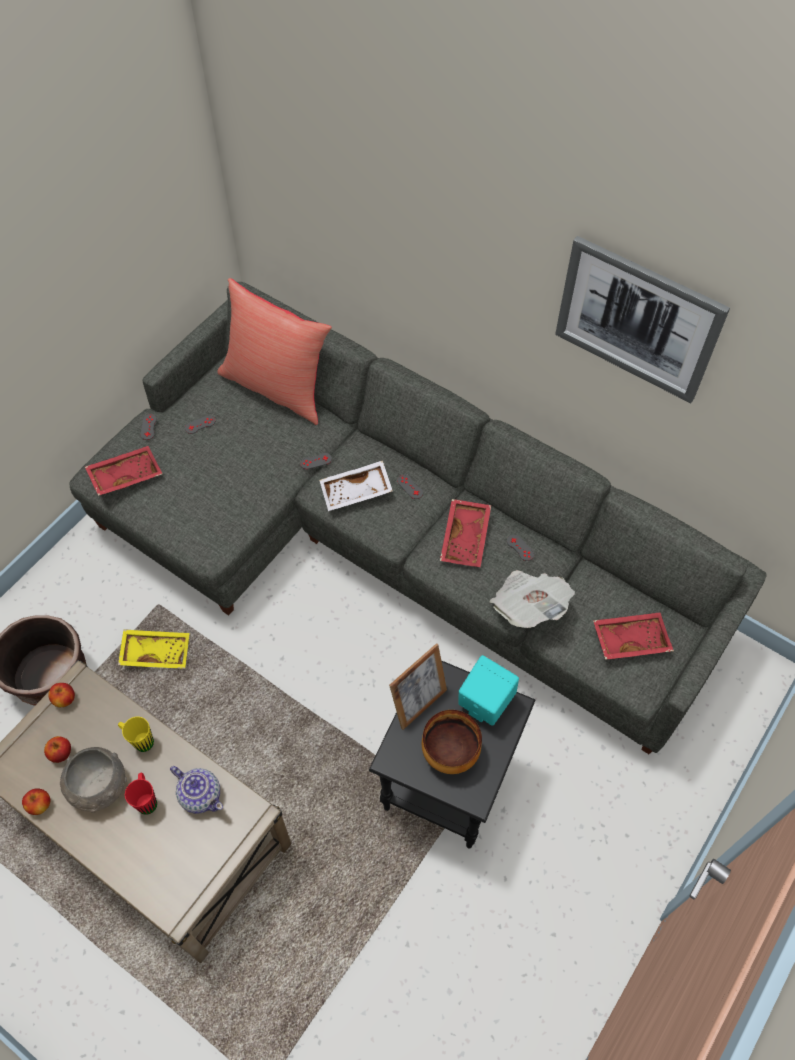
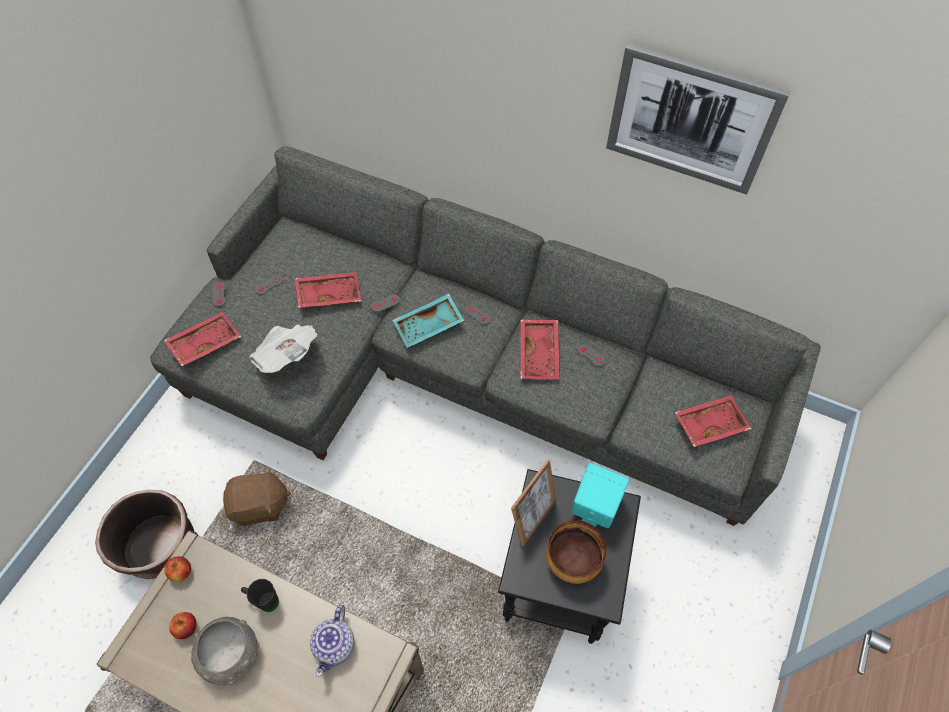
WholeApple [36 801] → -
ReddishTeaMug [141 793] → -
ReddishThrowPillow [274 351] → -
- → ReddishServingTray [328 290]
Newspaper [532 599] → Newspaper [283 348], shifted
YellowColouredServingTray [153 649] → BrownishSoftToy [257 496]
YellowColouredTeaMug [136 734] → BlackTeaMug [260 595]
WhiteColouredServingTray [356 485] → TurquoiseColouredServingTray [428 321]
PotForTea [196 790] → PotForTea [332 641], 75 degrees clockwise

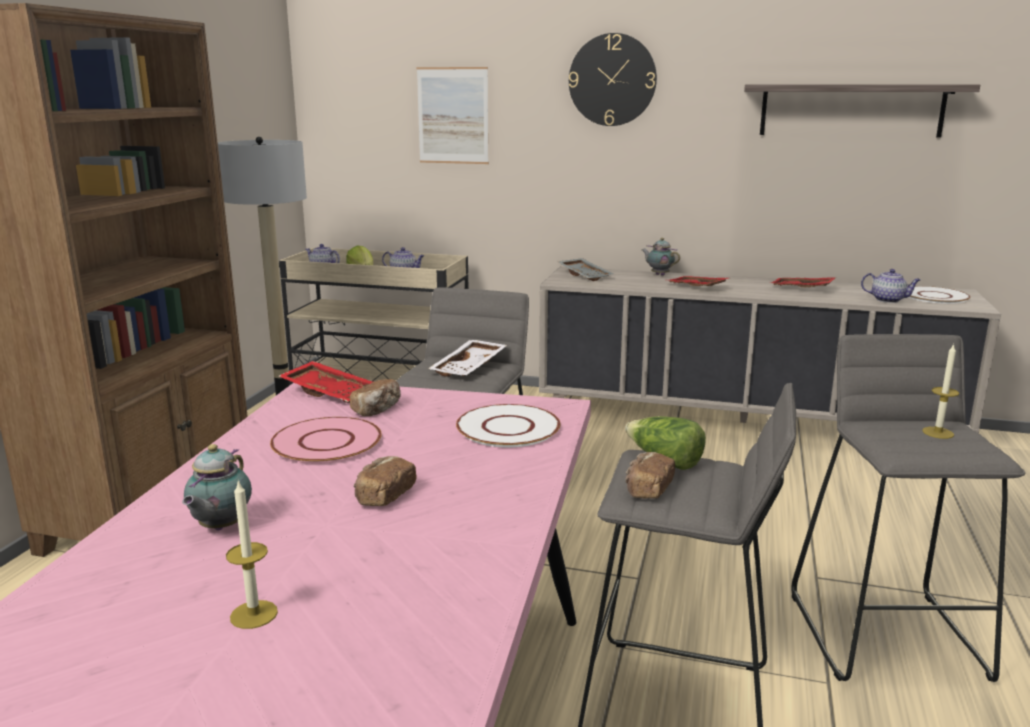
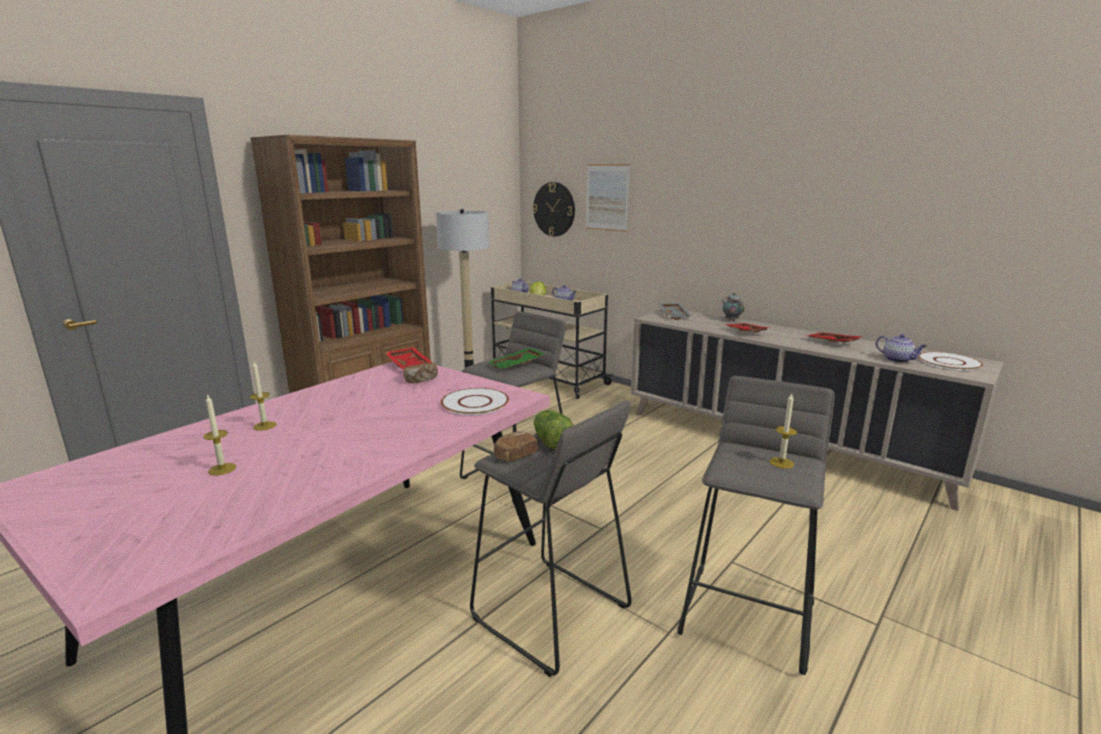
PinkPlate [326 440] → -
BakedBread [385 481] → -
BracketShelf [862 111] → -
HangingClock [613 79] → HangingClock [553 209], shifted
PotForTea [217 487] → Candle [263 396]
WhiteColouredServingTray [467 358] → GreenColouredServingTray [516 358]

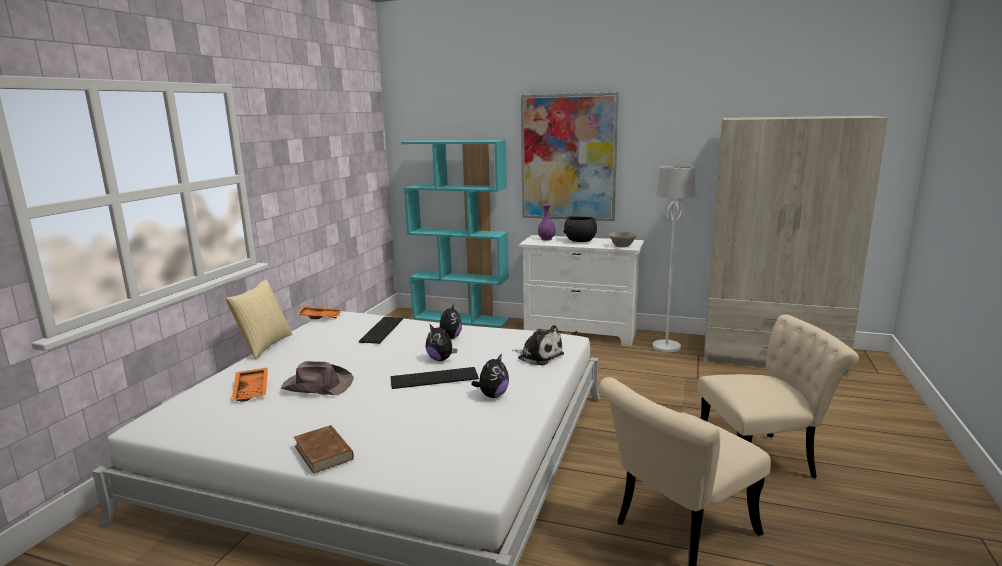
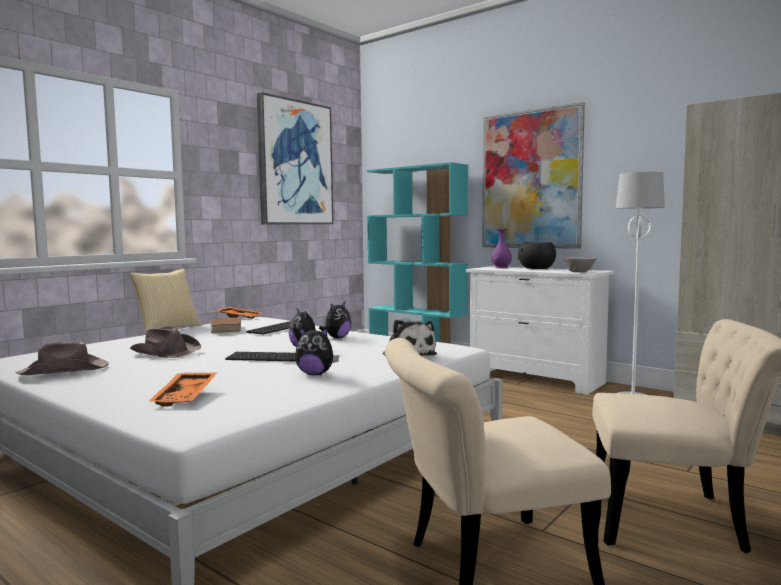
- → BrownishClothingHat [62 358]
- → Picture [295 158]
OrangeyServingTray [250 385] → OrangeyServingTray [182 390], shifted
BrownishBoundBook [324 449] → BrownishBoundBook [226 325], shifted
SoftToy [490 375] → SoftToy [317 350], 45 degrees clockwise

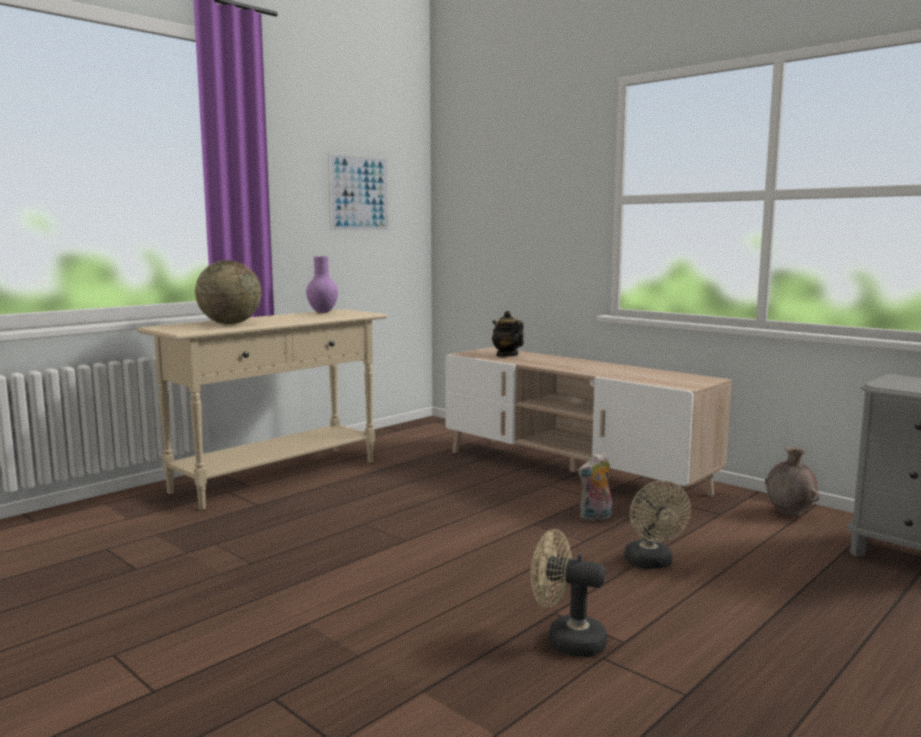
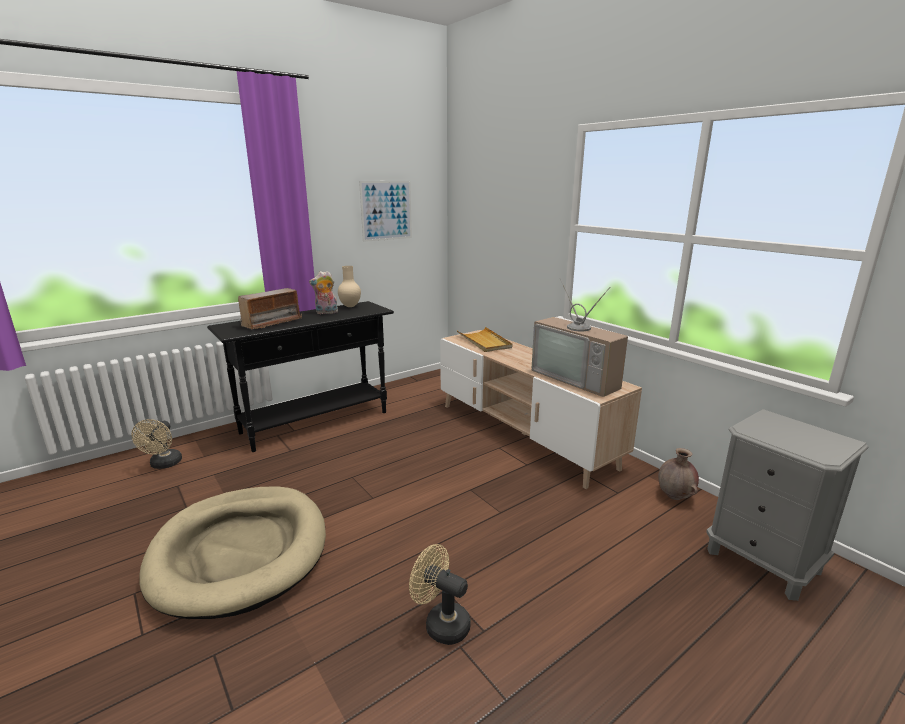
- → BeigePetBed [233 553]
- → Tv [580 337]
SoftToy [595 487] → SoftToy [324 292], shifted
BeigeFan [657 524] → BeigeFan [156 444], shifted
Globe [228 292] → Radio [270 309]
PotForTea [508 334] → BeigeServingTray [485 339]
BeigeNarrowTable [262 409] → BlackNarrowTable [300 376]
PurpleVase [322 285] → BeigeVase [349 286]

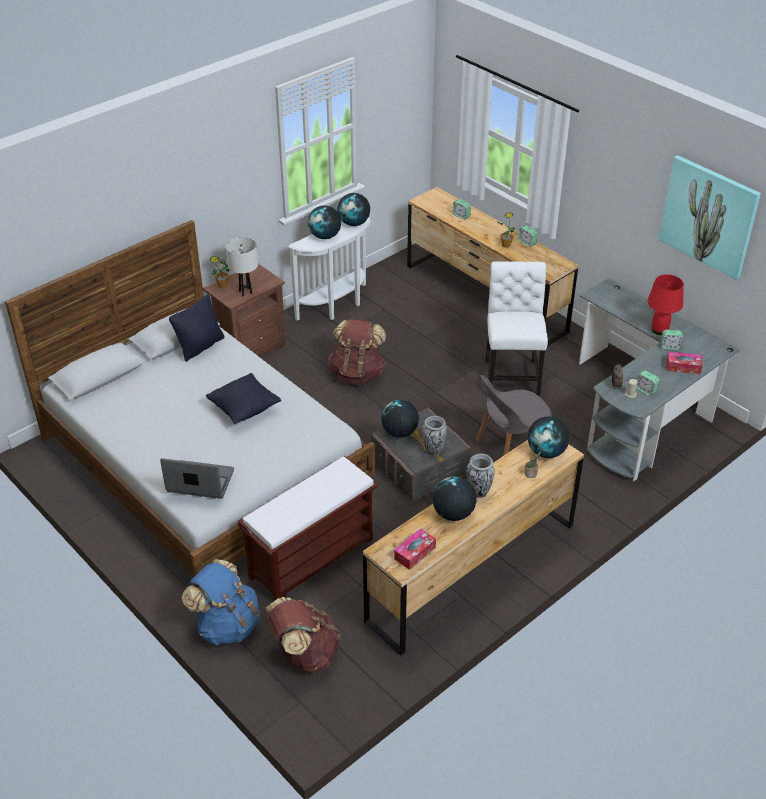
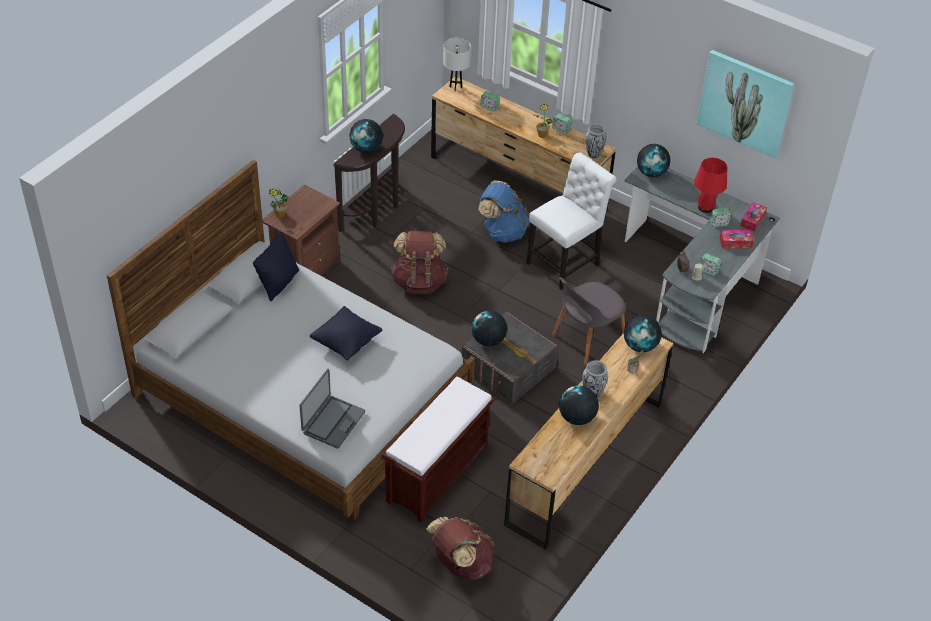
BlueKnapsack [221 602] → BlueKnapsack [504 212], shifted
WhiteColouredTableLamp [242 267] → WhiteColouredTableLamp [457 65], shifted
Globe [353 209] → Globe [653 160], shifted
BoxOfTissues [415 549] → BoxOfTissues [753 217], shifted
Vase [434 435] → Vase [596 141], shifted
WhiteColouredNarrowTable [329 268] → BrownishNarrowTable [369 173]
PortableComputer [197 478] → PortableComputer [332 409], 120 degrees clockwise
WhiteColouredUprightChair [517 329] → WhiteColouredUprightChair [571 221], 60 degrees clockwise

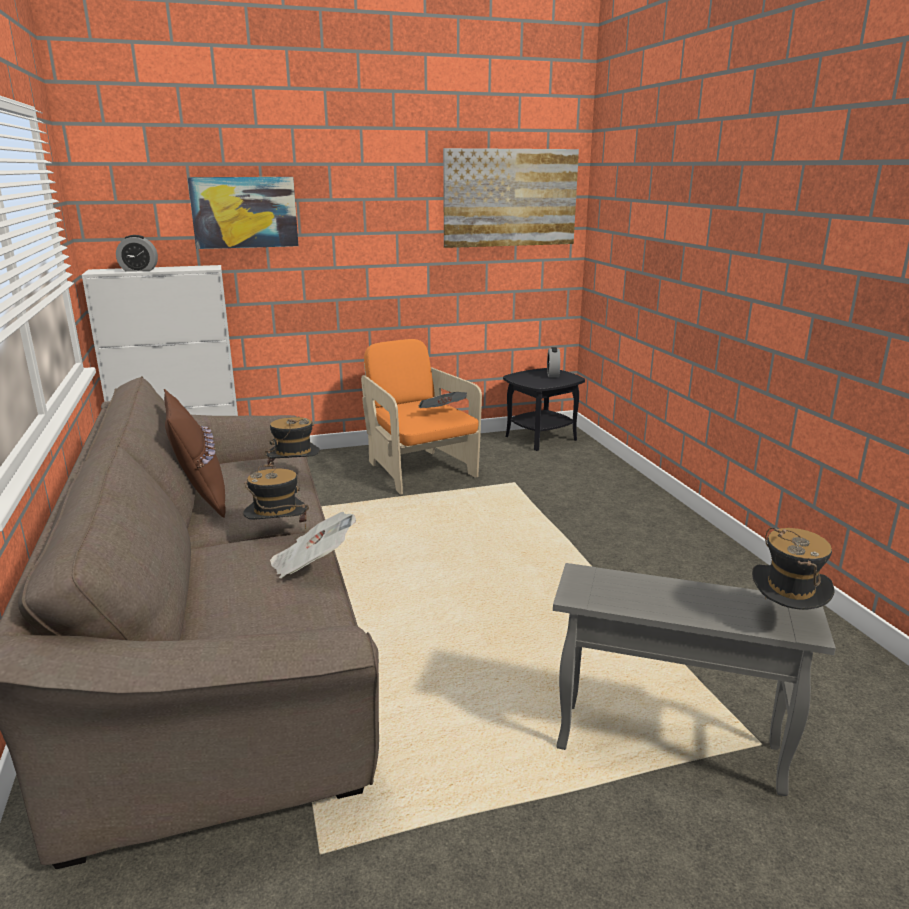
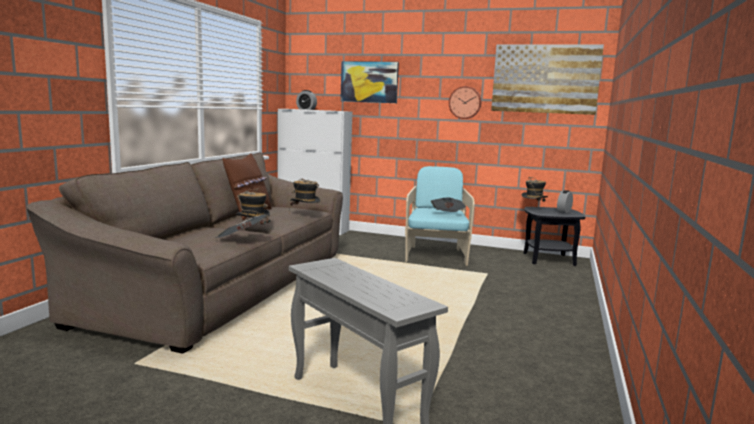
- → HangingClock [465 102]
ClothingHat [793 569] → ClothingHat [534 192], shifted
OrangeyLoungeChair [421 417] → TurquoiseColouredLoungeChair [440 216]

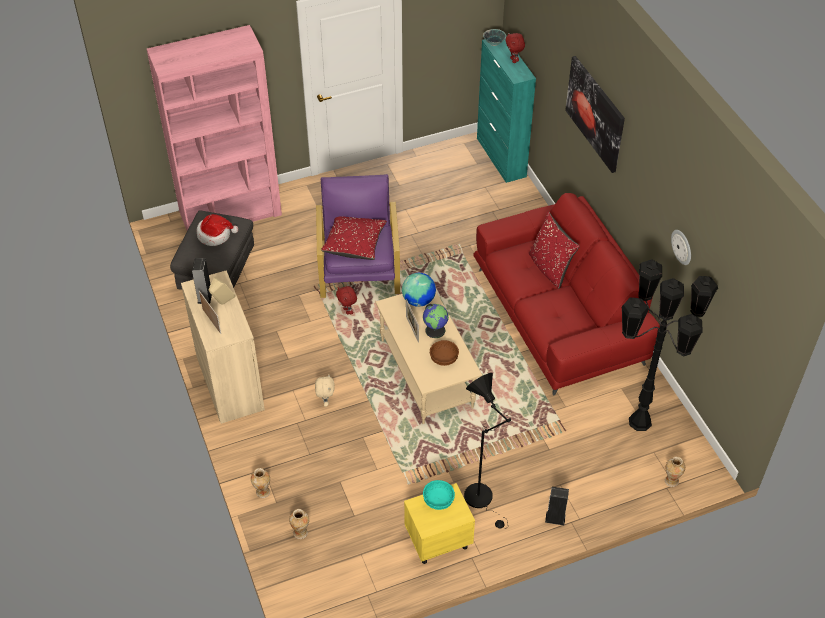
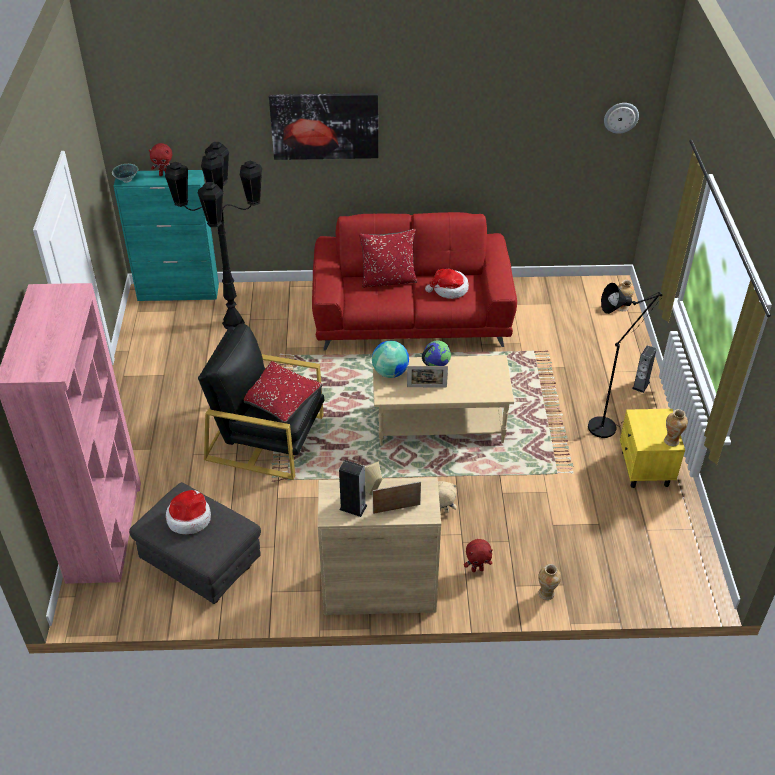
TurquoiseColouredServingBowl [439 495] → -
BrownishServingBowl [444 353] → -
- → ClothingHat [447 284]
Vase [299 524] → Vase [676 427], shifted
ReddishSoftToy [346 300] → ReddishSoftToy [478 555], shifted
BlackFloorLamp [669 345] → BlackFloorLamp [213 235], shifted
HangingClock [681 247] → HangingClock [621 118], shifted
PurpleLoungeChair [358 236] → BlackLoungeChair [261 402]

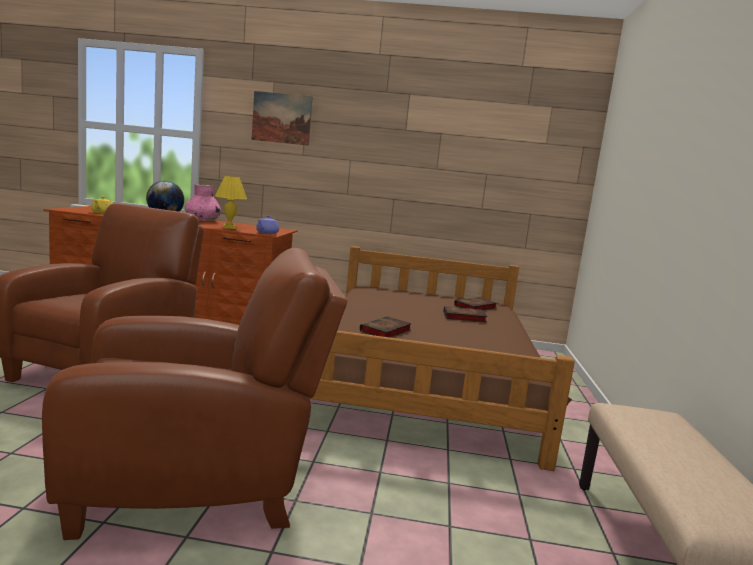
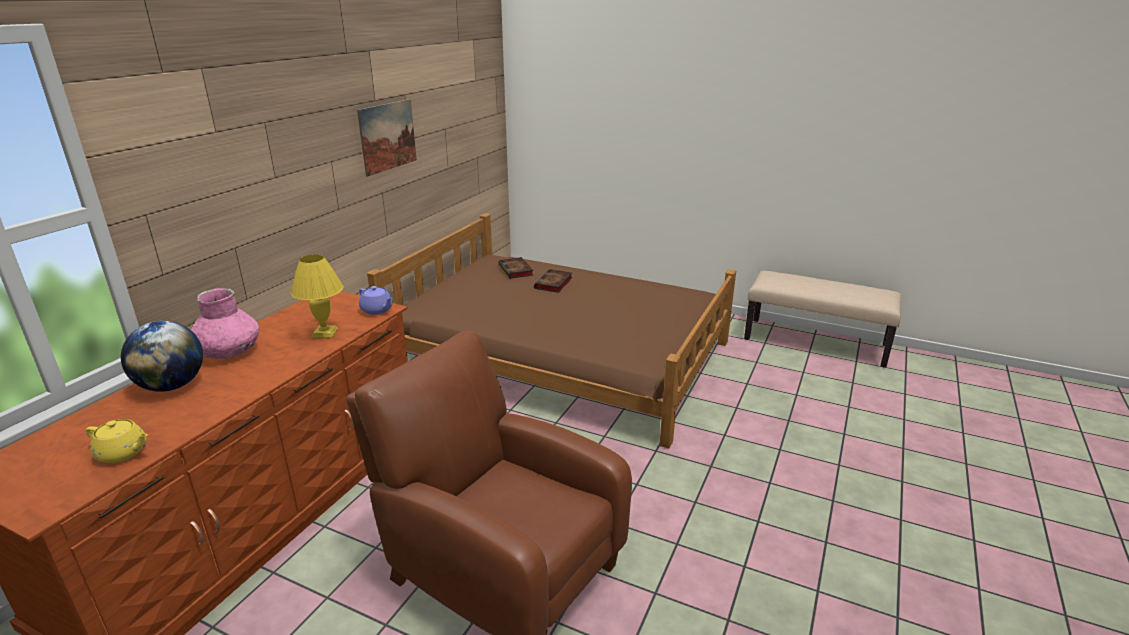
BrownishLoungeChair [194 394] → -
BoundBook [386 327] → -
Picture [282 118] → Picture [387 138], shifted

